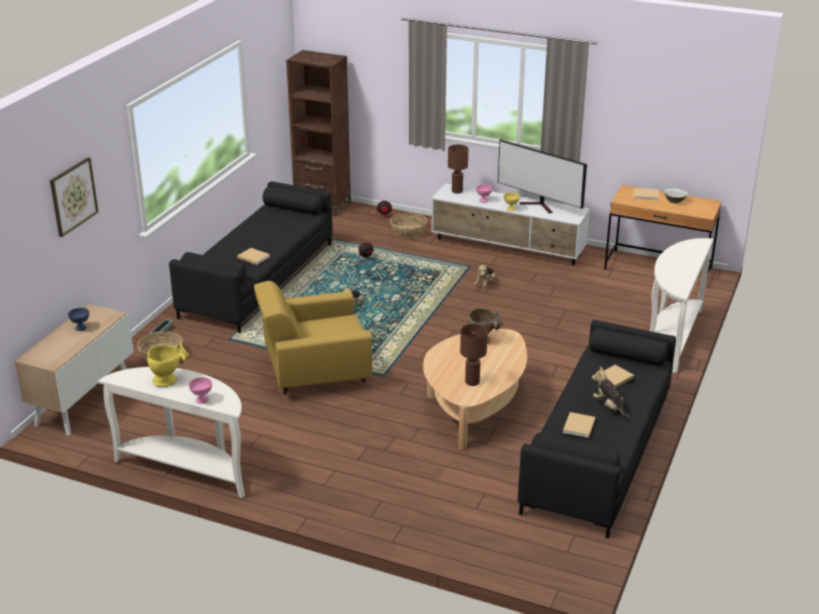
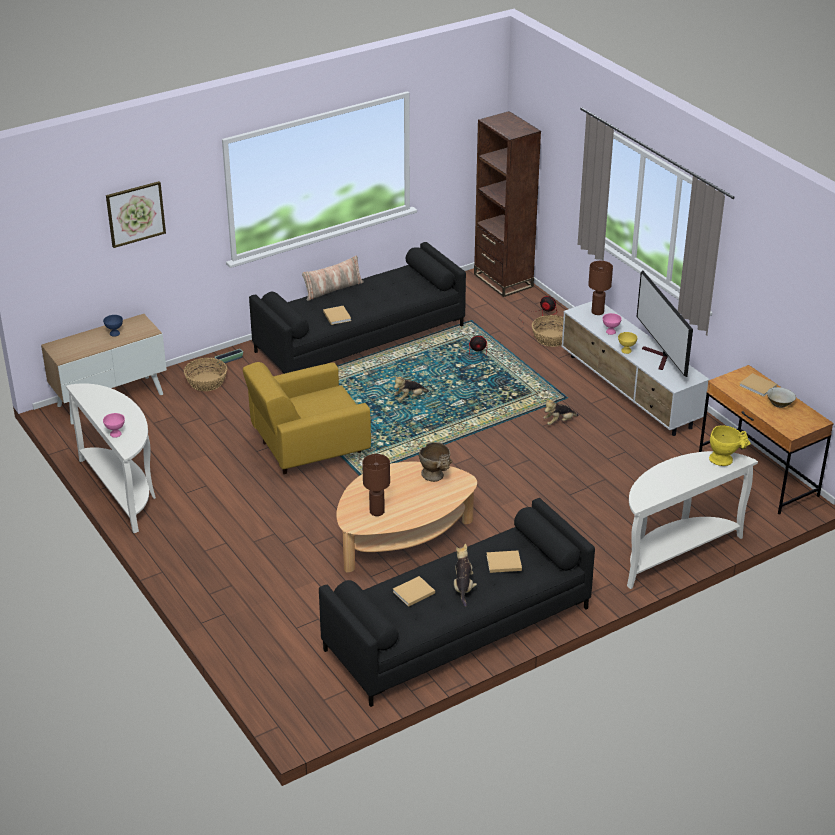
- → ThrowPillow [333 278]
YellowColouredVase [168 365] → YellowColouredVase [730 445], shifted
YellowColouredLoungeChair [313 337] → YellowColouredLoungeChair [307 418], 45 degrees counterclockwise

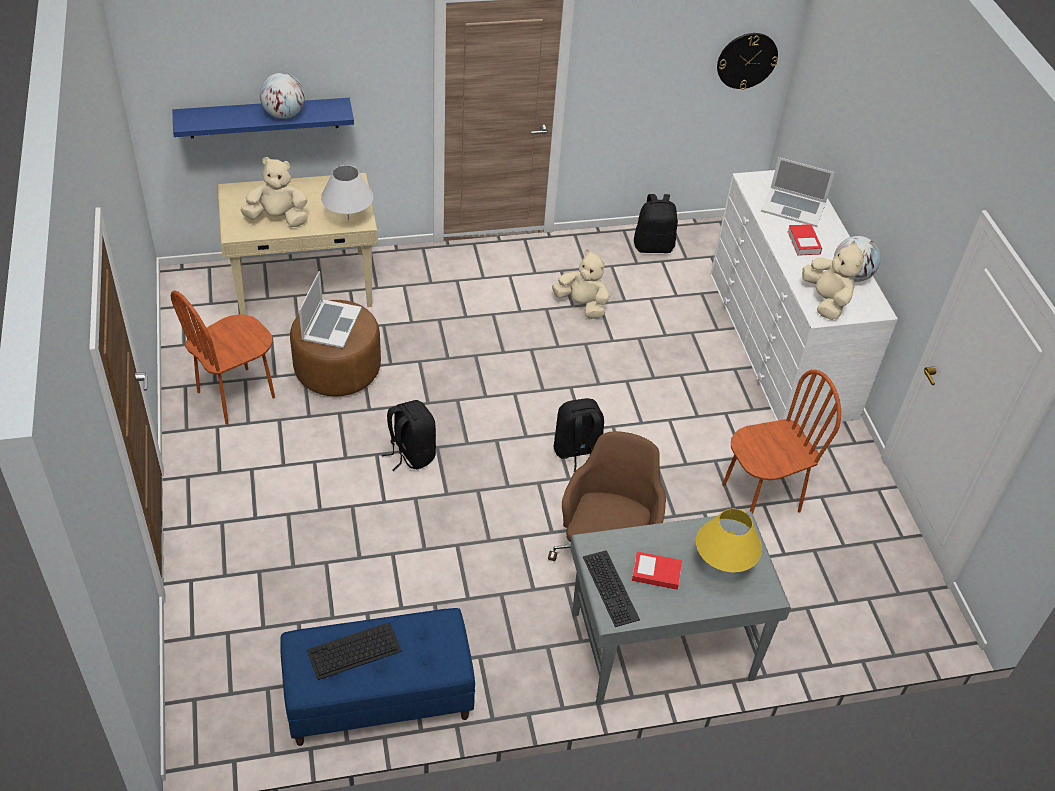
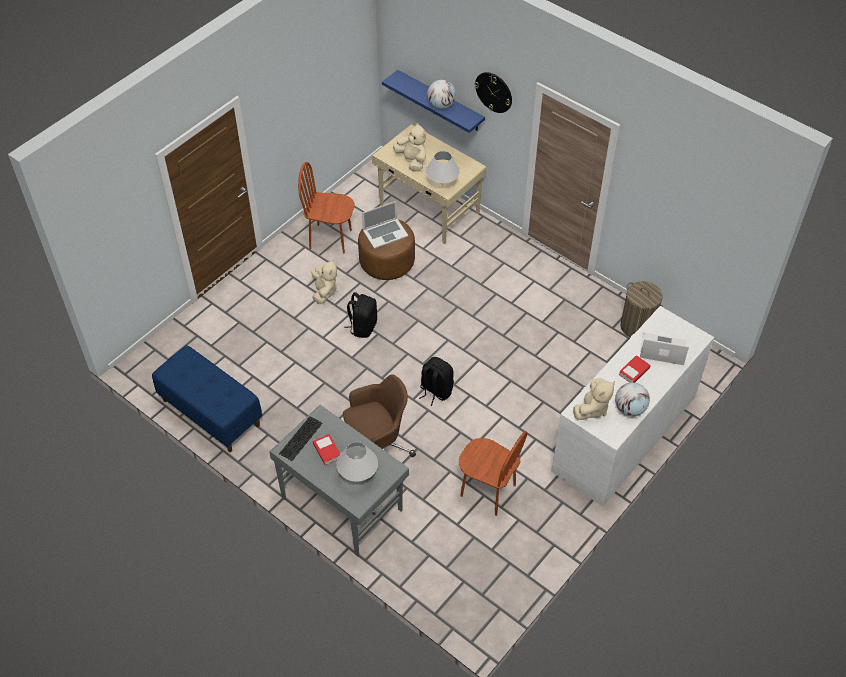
PcKeyboard [354 651] → -
BeigeSoftToy [580 284] → BeigeSoftToy [324 282], shifted
HangingClock [747 61] → HangingClock [493 92], shifted
BlackKnapsack [656 223] → LaundryBasket [641 309]
YellowColouredTableLamp [729 540] → WhiteColouredTableLamp [357 462]
PortableComputer [798 192] → PortableComputer [664 348], 120 degrees clockwise

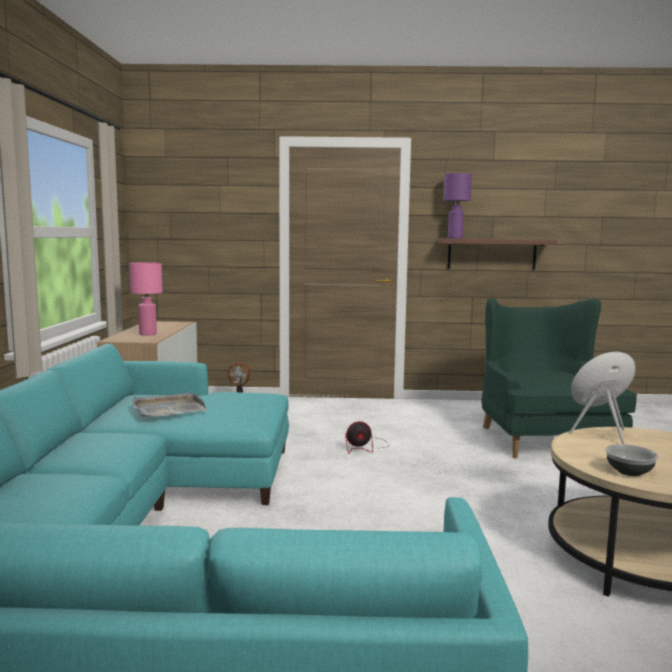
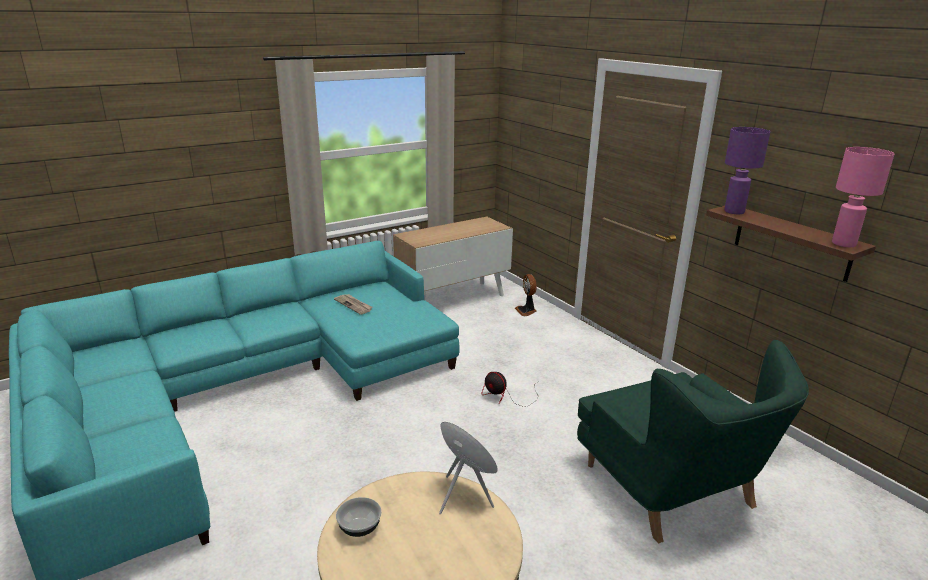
PinkTableLamp [145 299] → PinkTableLamp [863 197], shifted
GrayServingTray [169 405] → Newspaper [353 304]
GreenColouredLoungeChair [559 378] → GreenColouredLoungeChair [693 442], 105 degrees clockwise

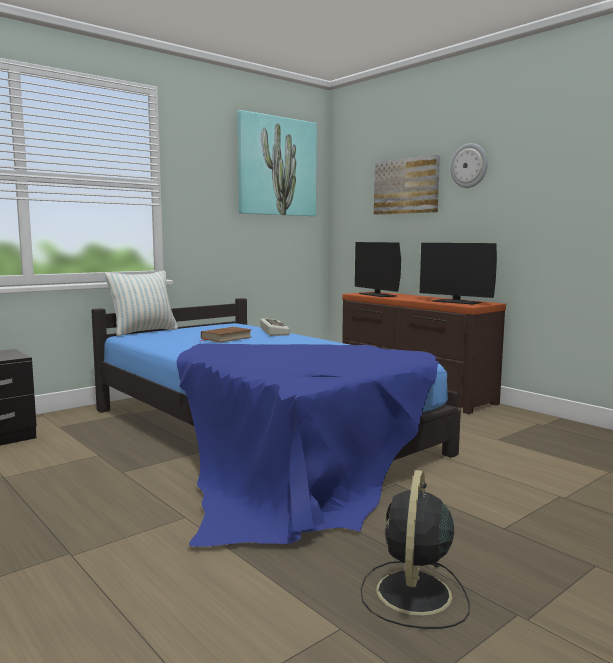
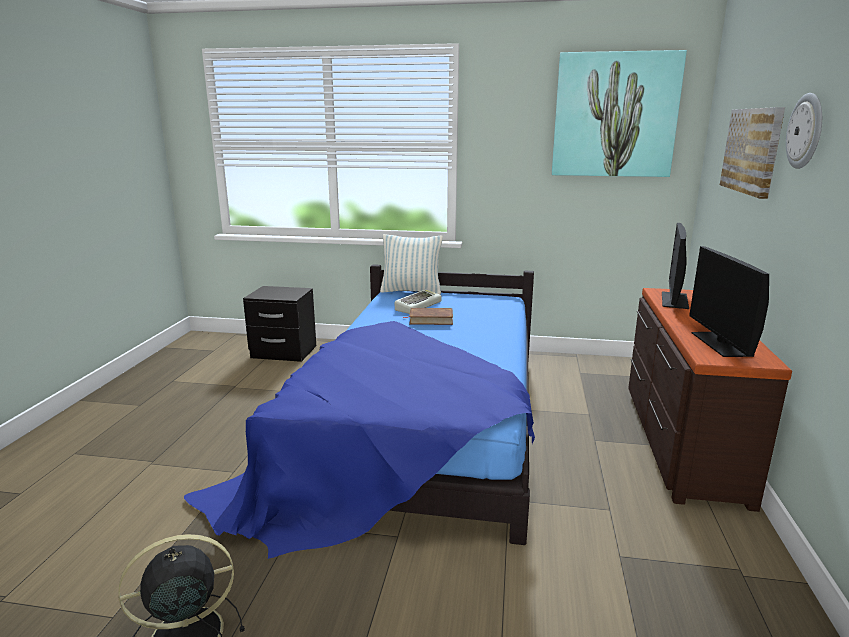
PcKeyboard [275 327] → PcKeyboard [418 301], shifted

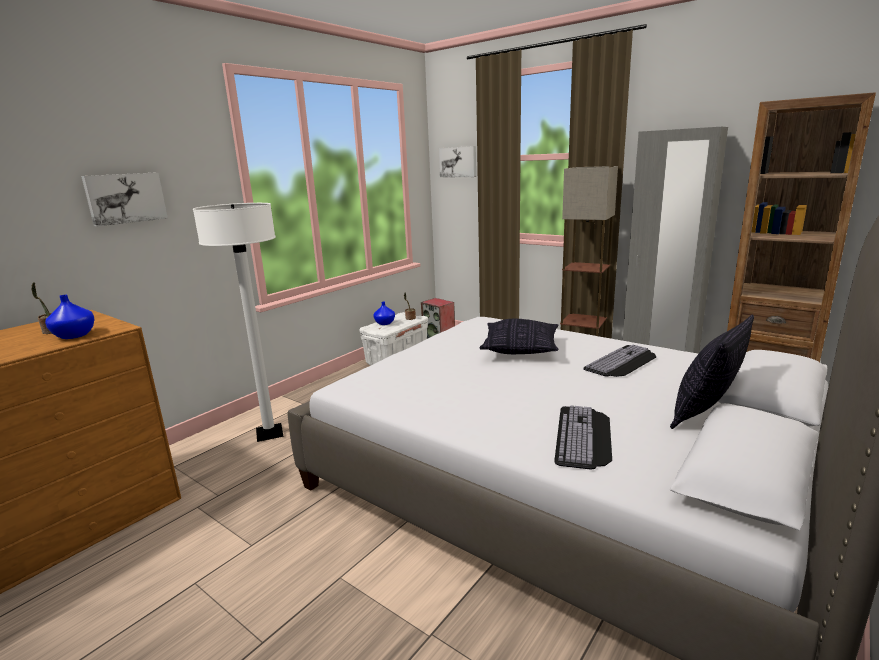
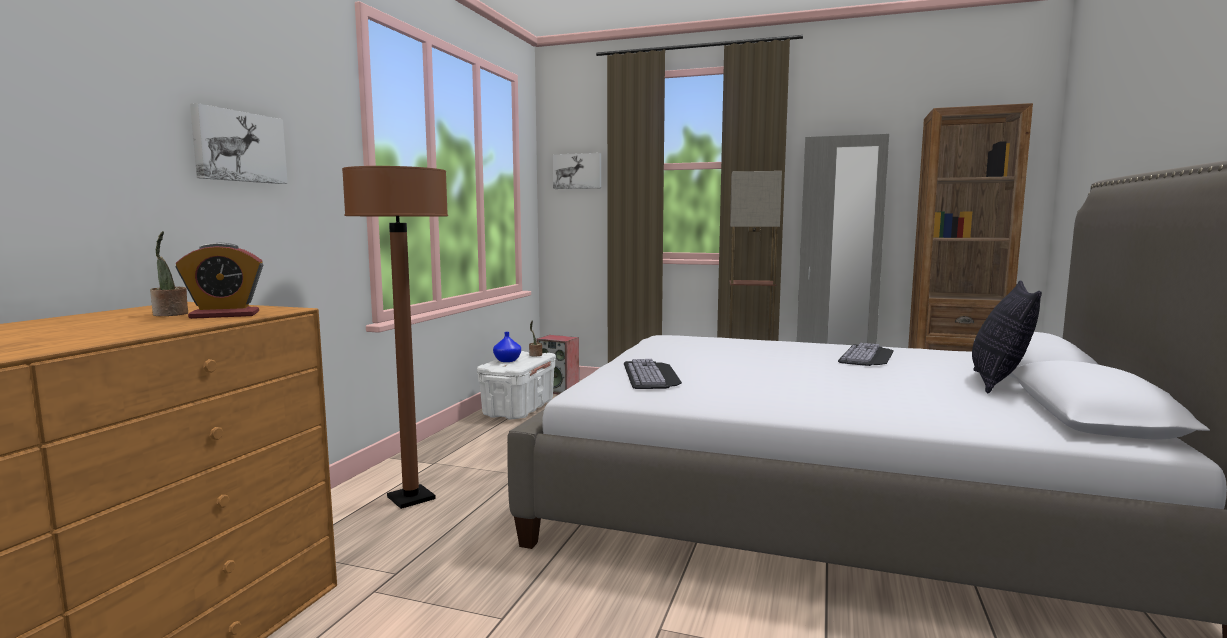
ThrowPillow [519 336] → -
PcKeyboard [583 437] → PcKeyboard [653 374], shifted
BlueVase [70 317] → TableClock [219 281]
WhiteColouredFloorLamp [238 322] → BrownishFloorLamp [395 337]

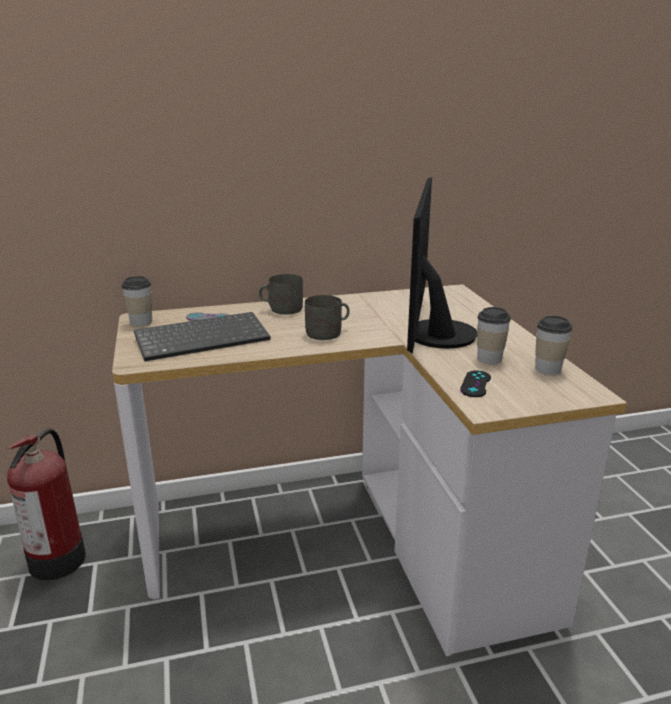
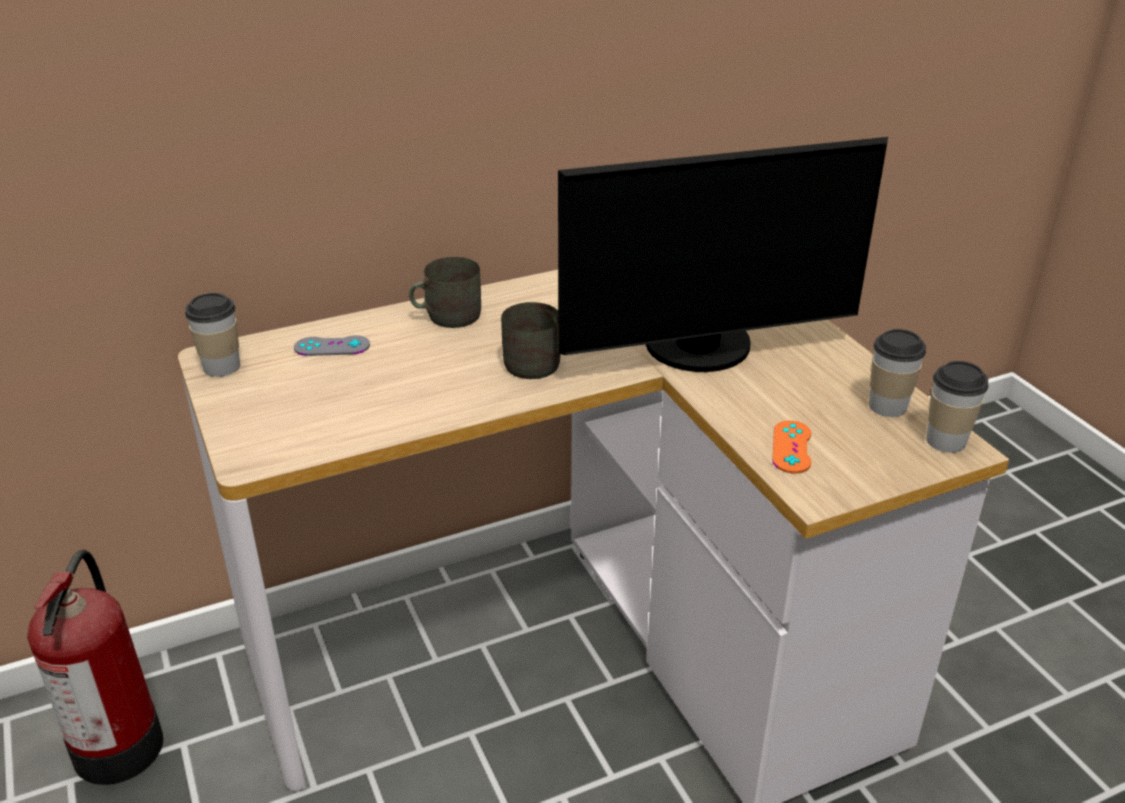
PcKeyboard [202 336] → -
Cup [494 335] → Cup [957 407], shifted
BlackJoypad [475 384] → OrangeyJoypad [791 447]
Monitor [442 265] → Monitor [723 254], 105 degrees counterclockwise

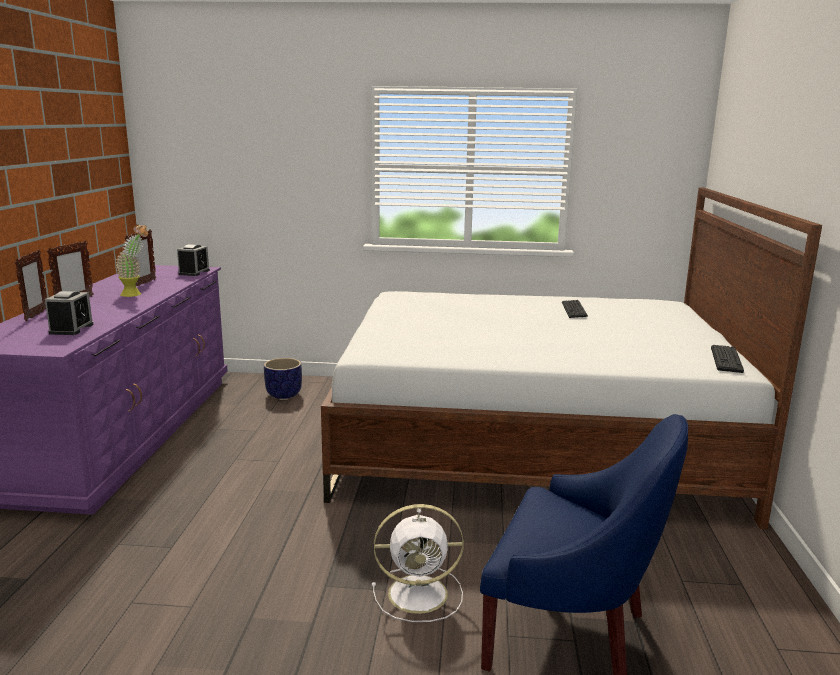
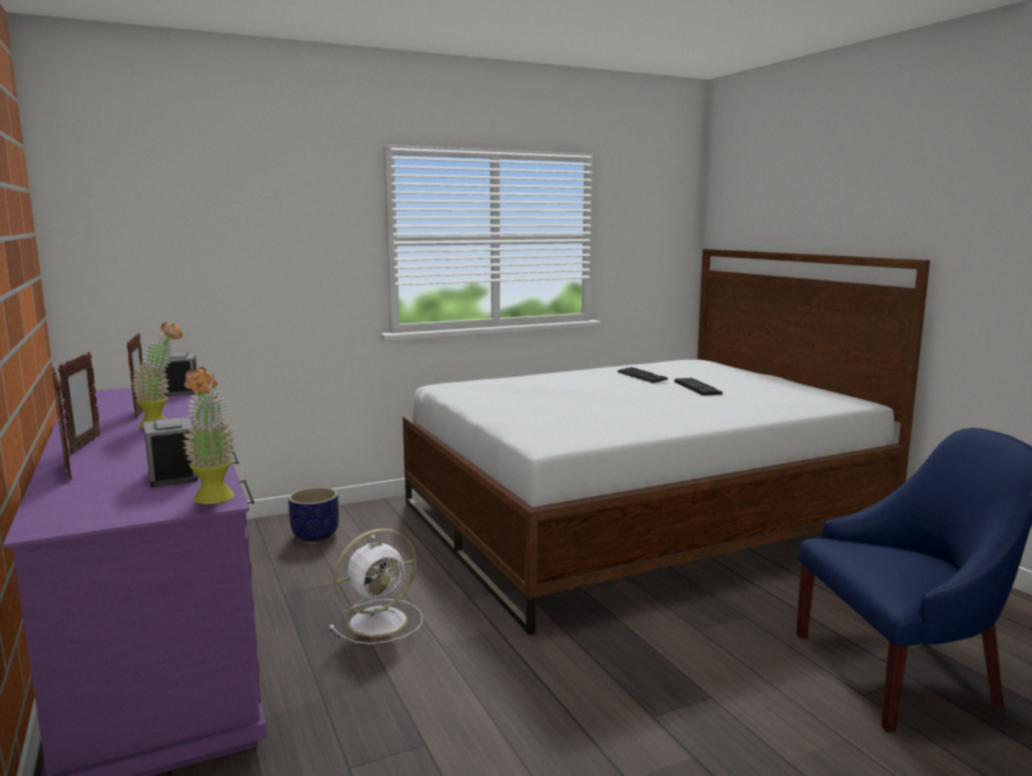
- → PottedPlant [209 435]
WhiteColouredFan [418 563] → WhiteColouredFan [376 586], shifted
PcKeyboard [727 359] → PcKeyboard [698 386], shifted

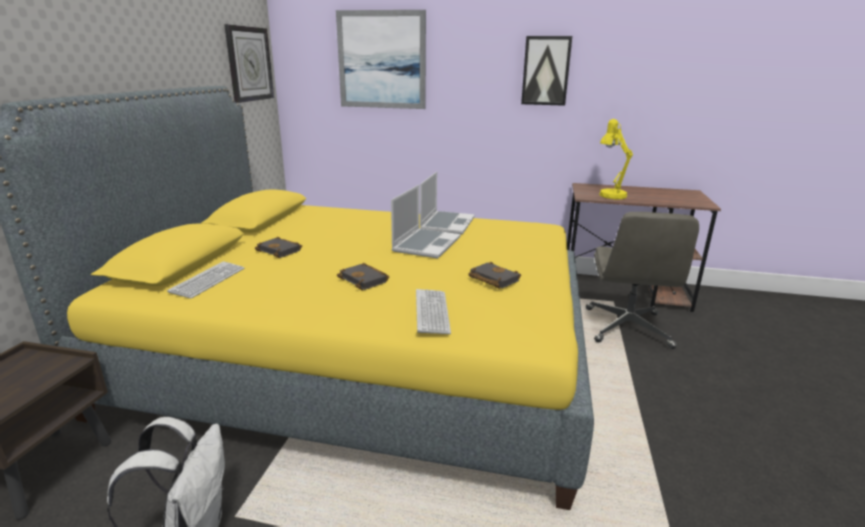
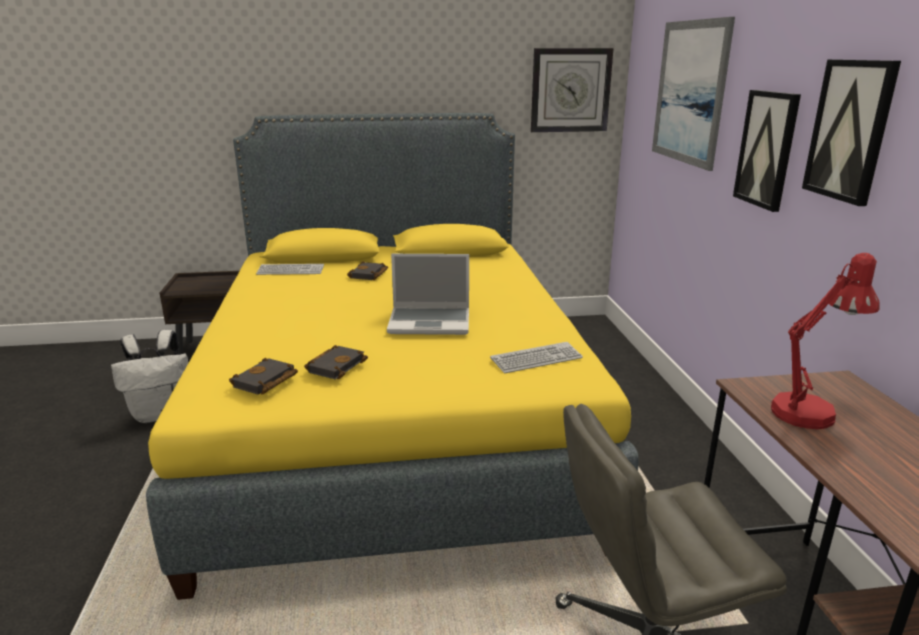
PortableComputer [447 203] → -
- → Picture [767 151]
BlackBoundBook [363 276] → BlackBoundBook [263 376], shifted
PcKeyboard [433 311] → PcKeyboard [536 357], shifted
YellowColouredTableLamp [616 159] → ReddishTableLamp [825 341]

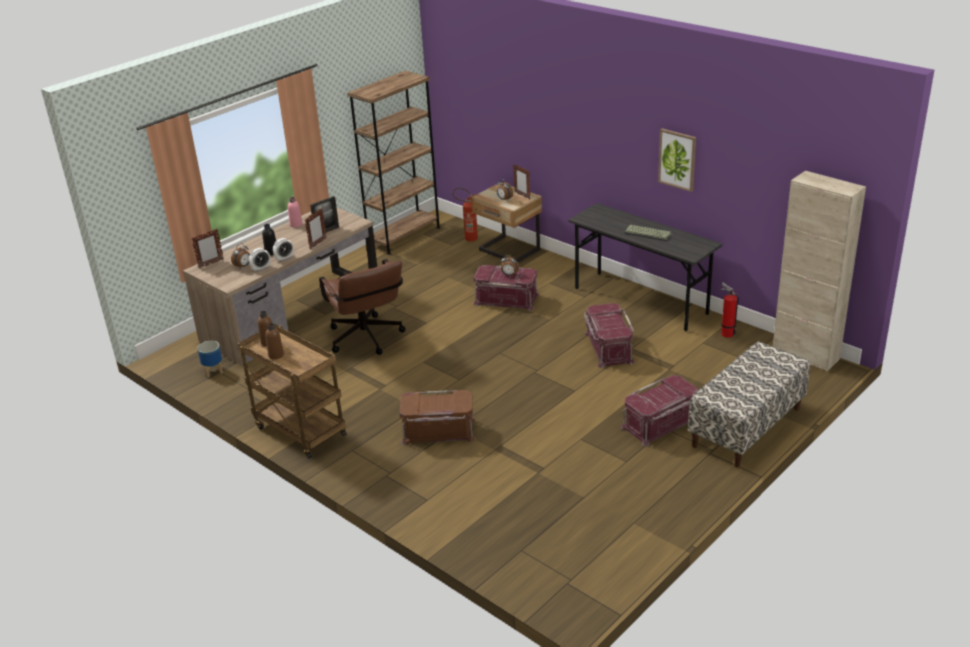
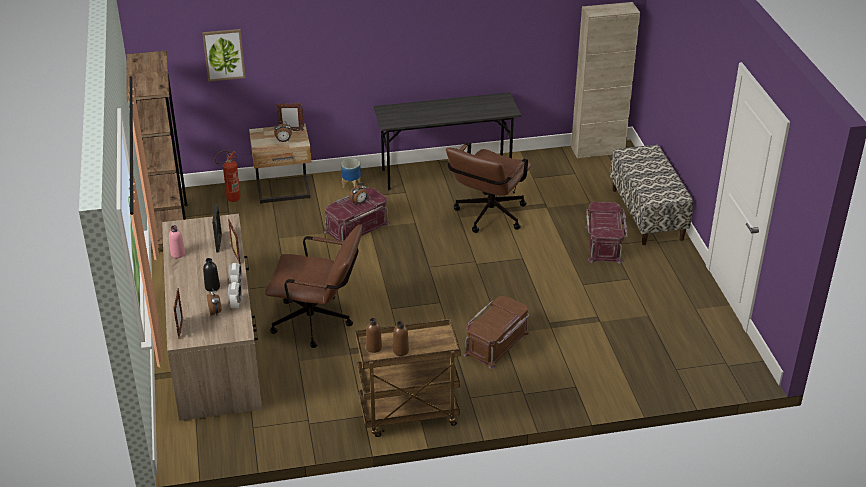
PcKeyboard [648 233] → -
FireFightingCylinder [729 310] → -
FlowerPot [210 359] → FlowerPot [351 173], shifted
Picture [677 160] → Picture [224 55], shifted
ReddishStorageBox [609 335] → BrownishDeskChair [488 187]

